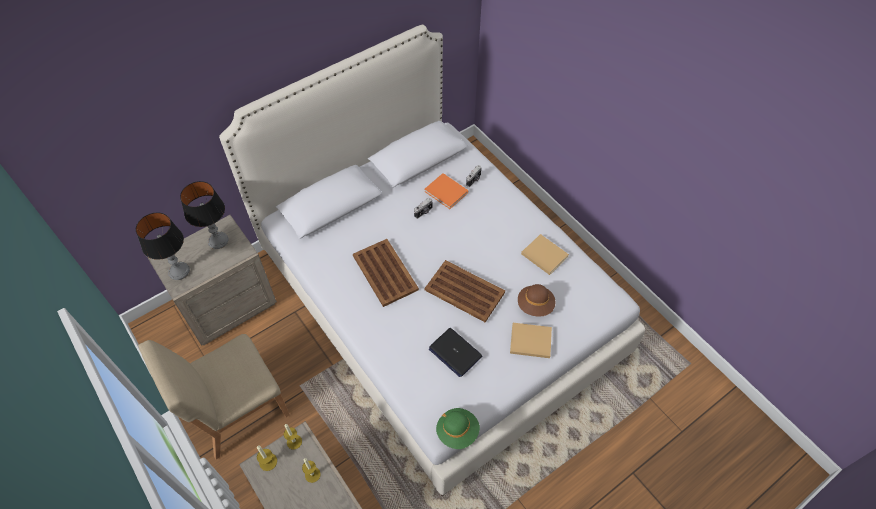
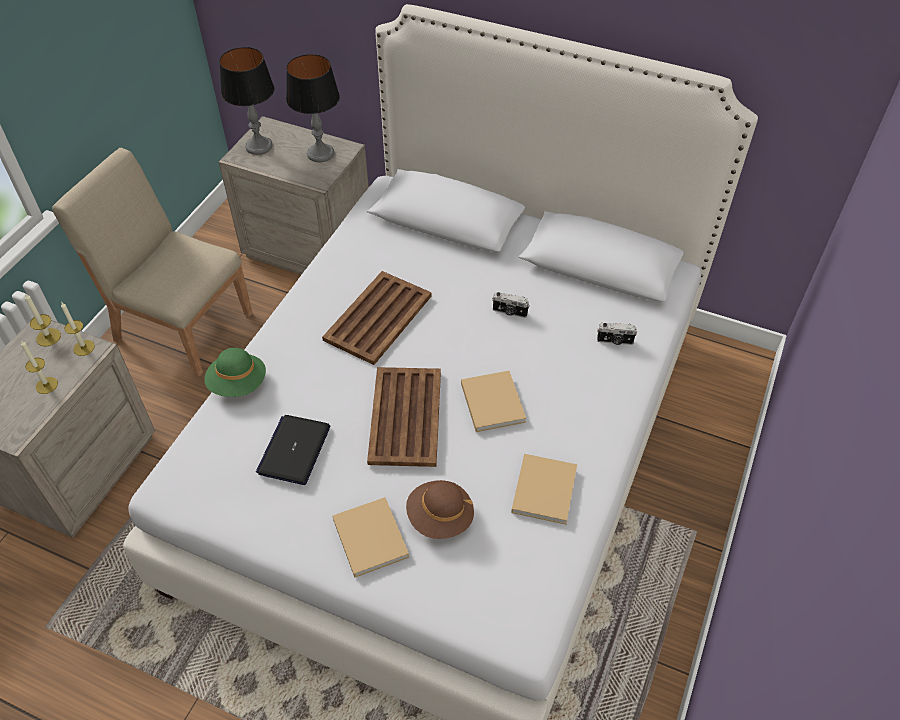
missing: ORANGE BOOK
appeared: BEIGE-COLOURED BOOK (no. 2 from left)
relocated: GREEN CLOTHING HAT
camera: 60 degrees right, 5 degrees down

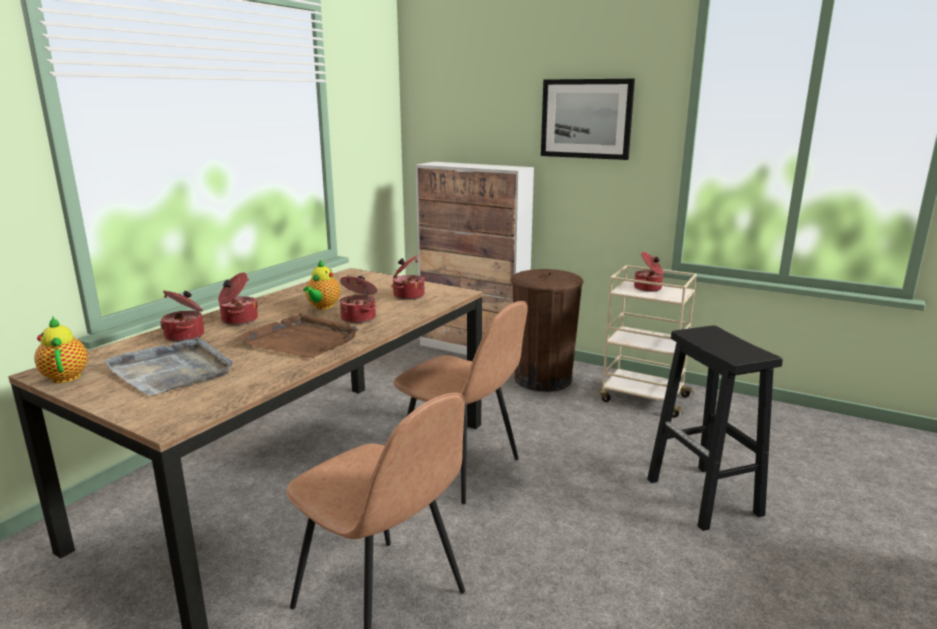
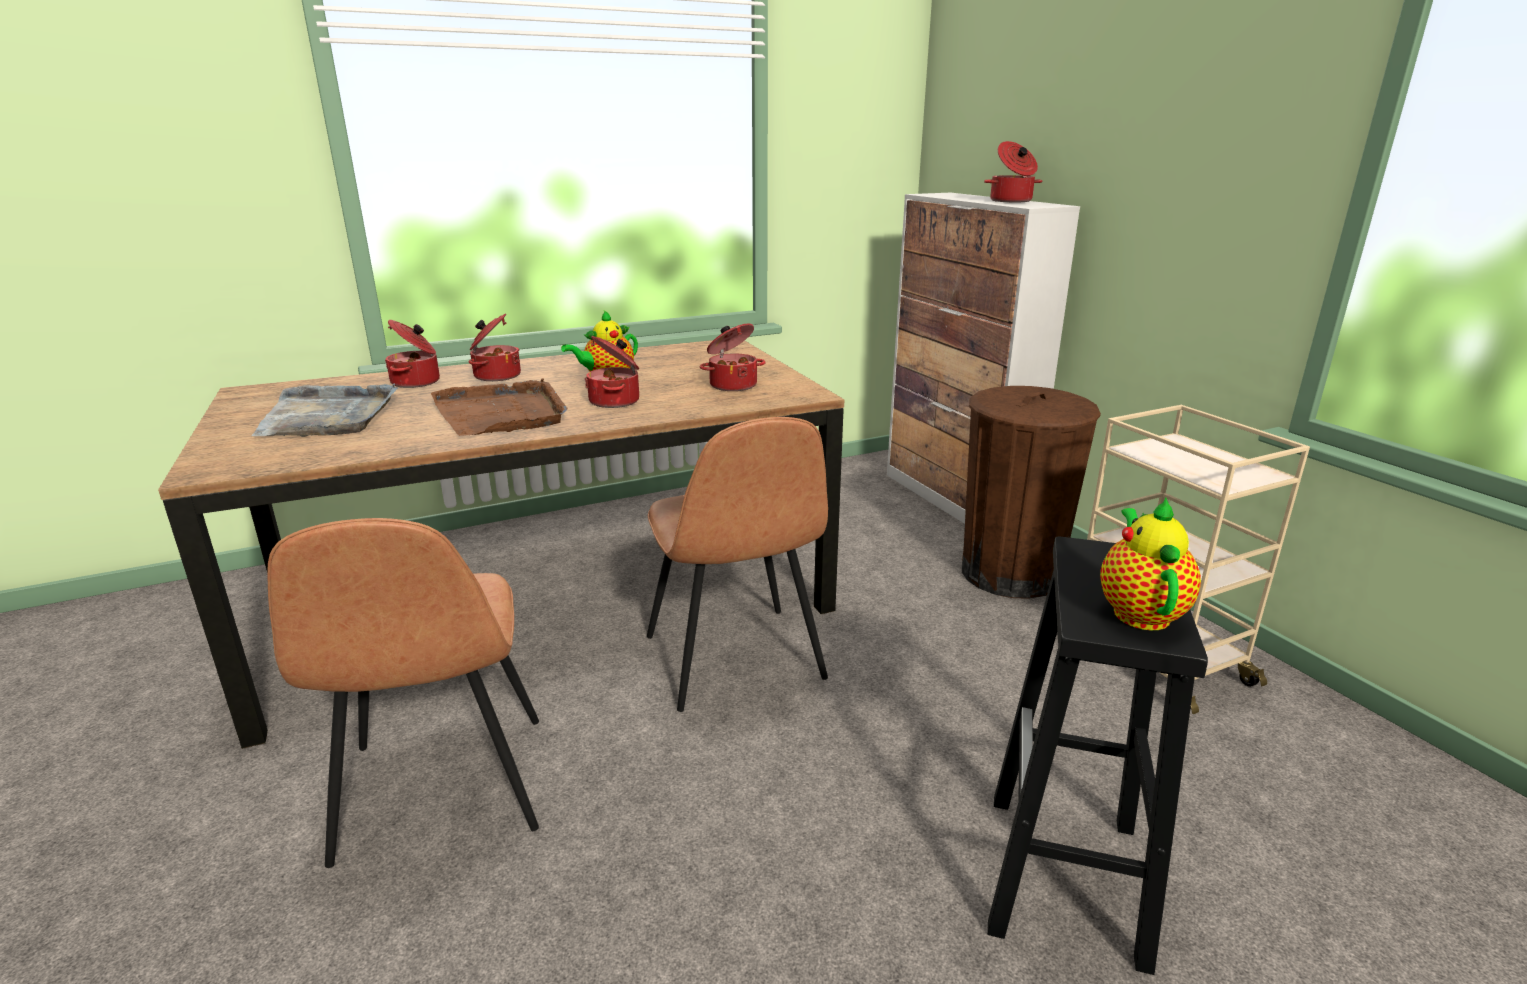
missing: WALL ART
relocated: SAUCEPOT (no. 5 from left); TEAPOT (no. 1 from left in the first image) to TEAPOT (no. 2 from left)
camera: 35 degrees right, 5 degrees up

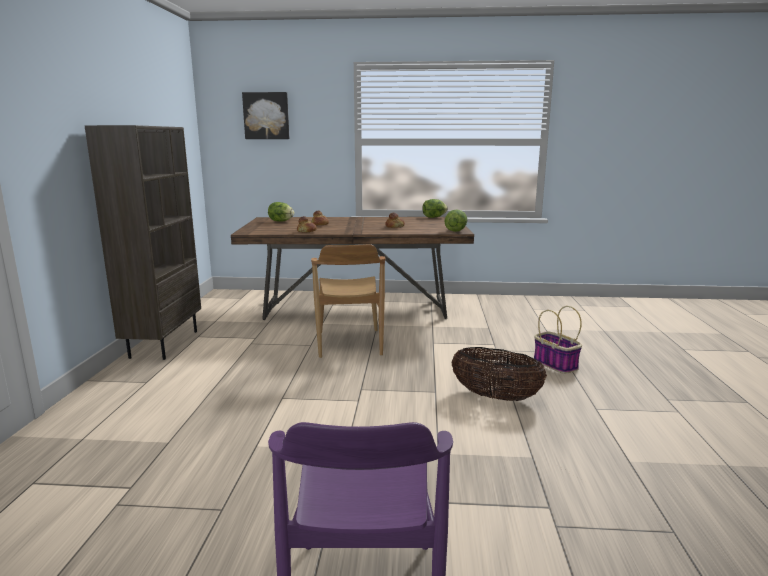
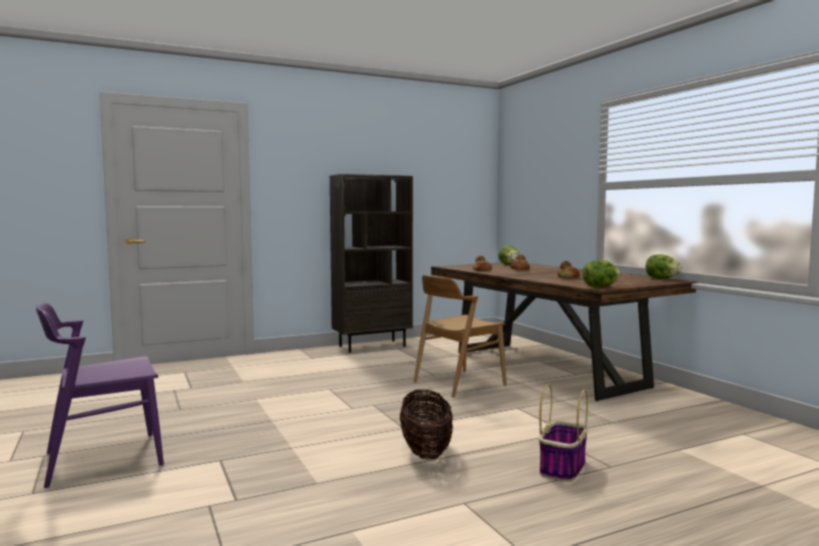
missing: WALL ART
camera: 60 degrees right, 10 degrees down

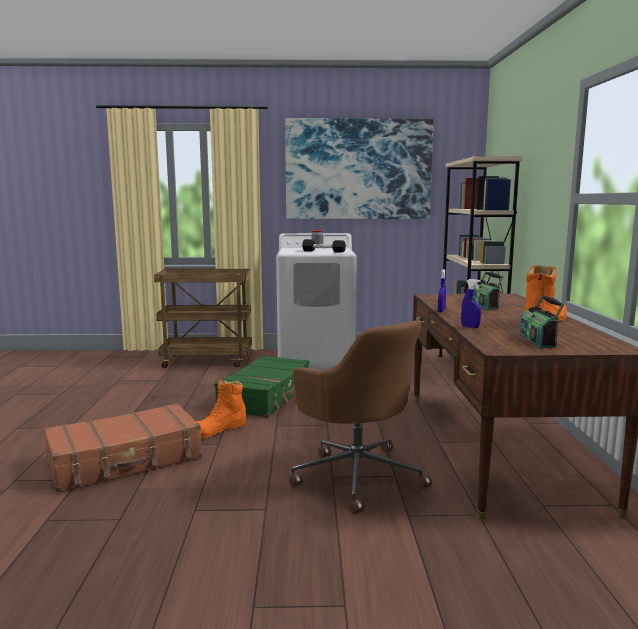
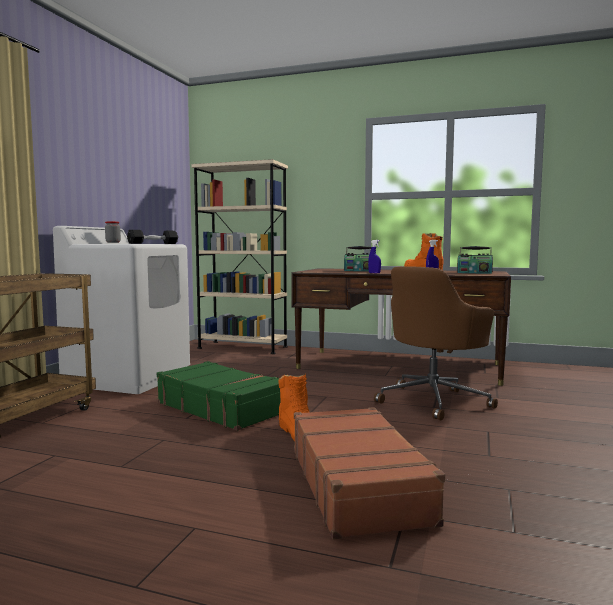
missing: WALL ART
spun: BROWNISH DESK CHAIR 150 degrees clockwise
camera: 70 degrees left, 5 degrees down

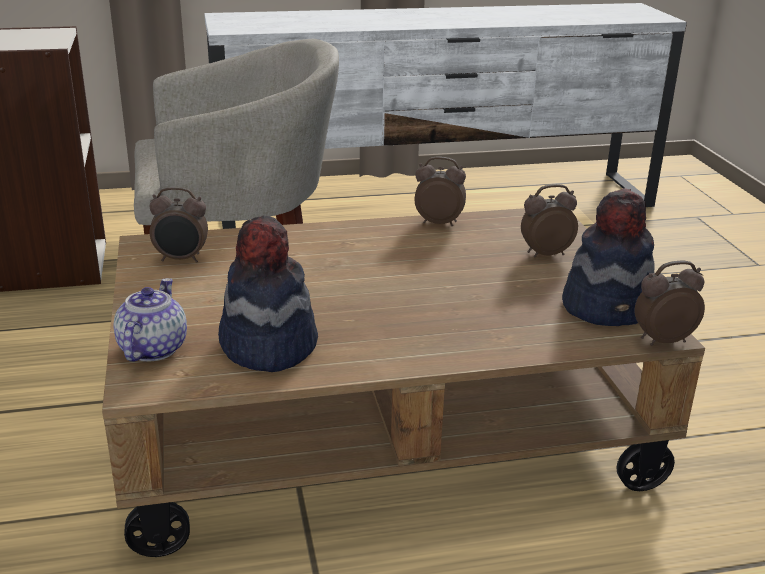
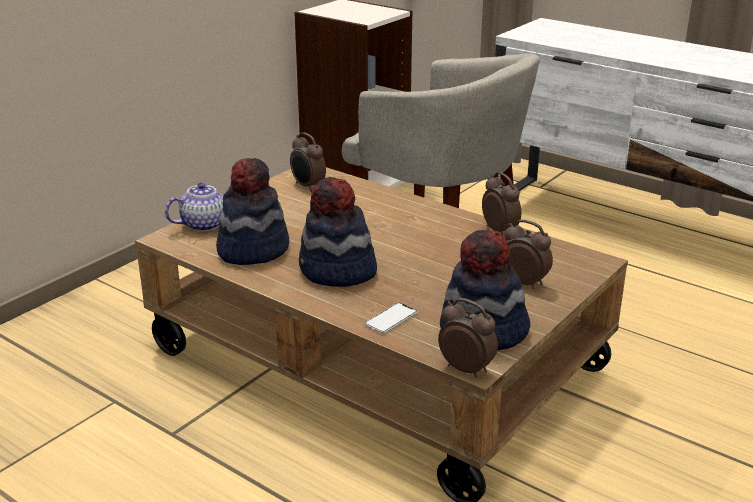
appeared: CLOTHING HAT (no. 2 from left); HANDSET
camera: 50 degrees right, 0 degrees up

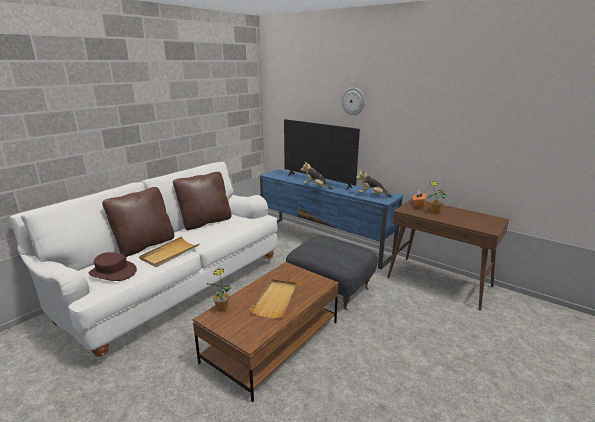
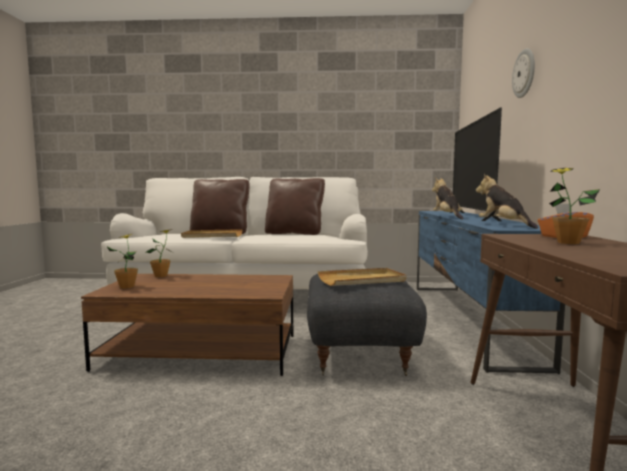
missing: BROWNISH CLOTHING HAT
appeared: PLANT IN A POT (no. 1 from left)
relocated: BEIGE-COLOURED CARRYING TRAY (no. 2 from left)
camera: 55 degrees right, 15 degrees down

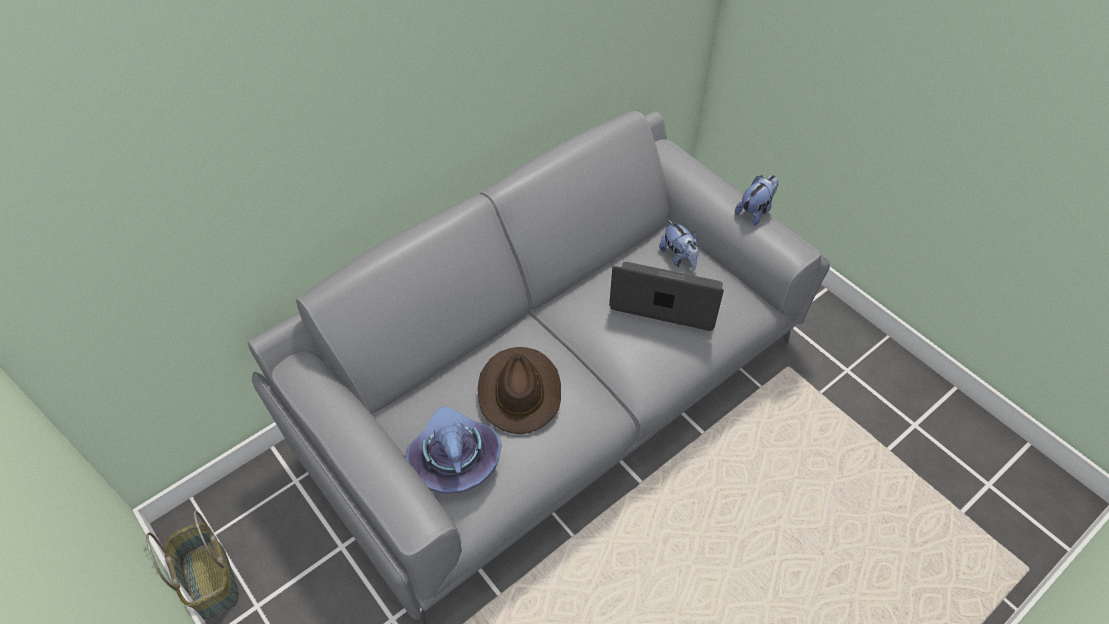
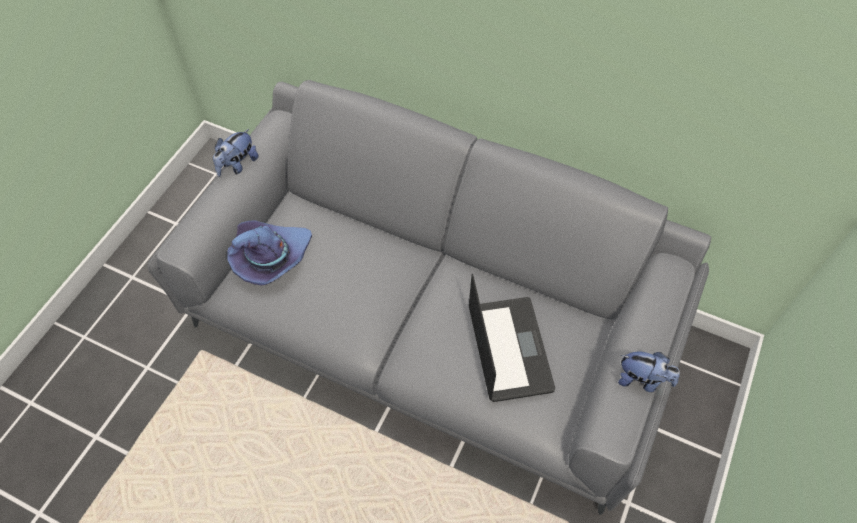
missing: STORAGE BASKET; BROWNISH CLOTHING HAT
relocated: PLUSH TOY (no. 1 from left)
camera: 65 degrees right, 5 degrees up

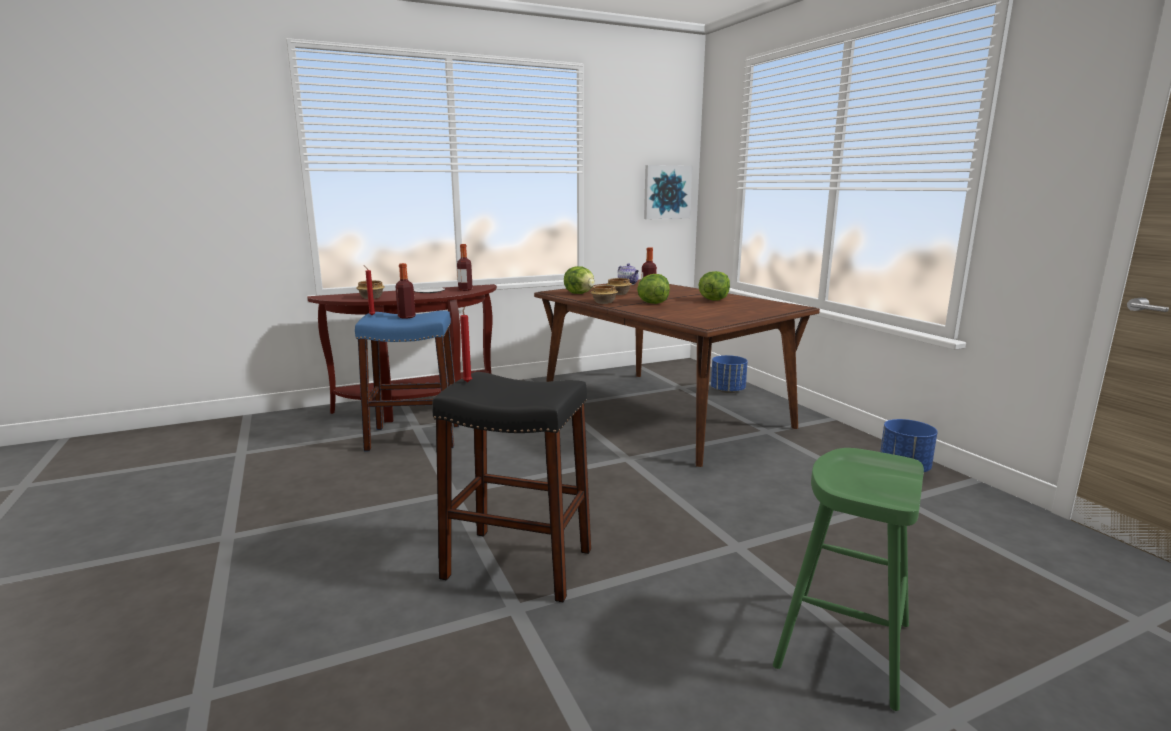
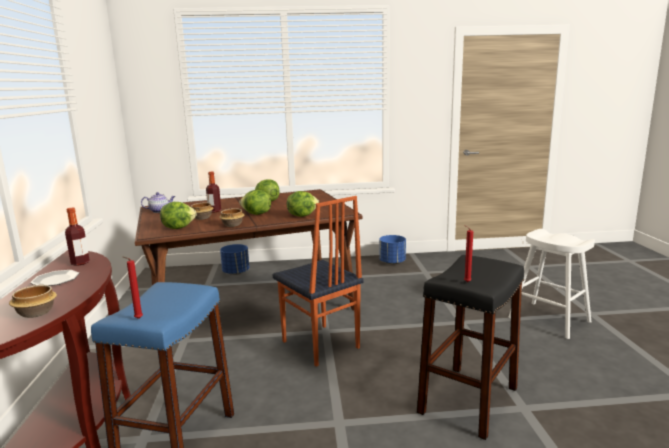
missing: BEVERAGE BOTTLE (no. 1 from left); WALL ART
appeared: PLAIN CHAIR; LETTUCE HEAD (no. 4 from left)
colour: GREEN STOOL SEAT to WHITE-COLOURED STOOL SEAT
camera: 70 degrees left, 0 degrees up

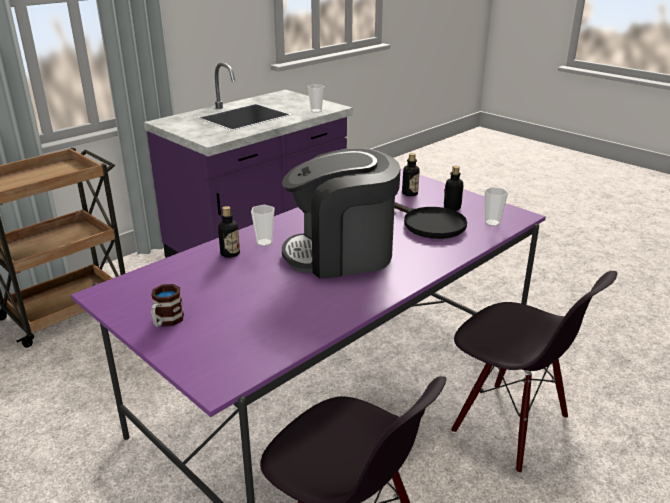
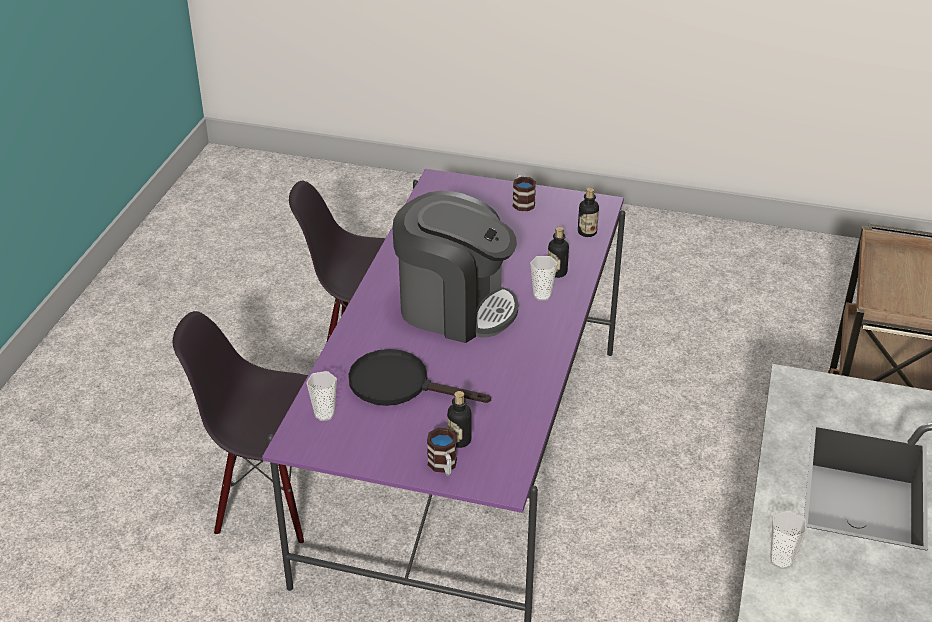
appeared: COFFEE MUG (no. 1 from left)
relocated: BEVERAGE BOTTLE (no. 3 from left)
spun: COFFEE MACHINE 60 degrees clockwise
camera: 150 degrees right, 10 degrees up

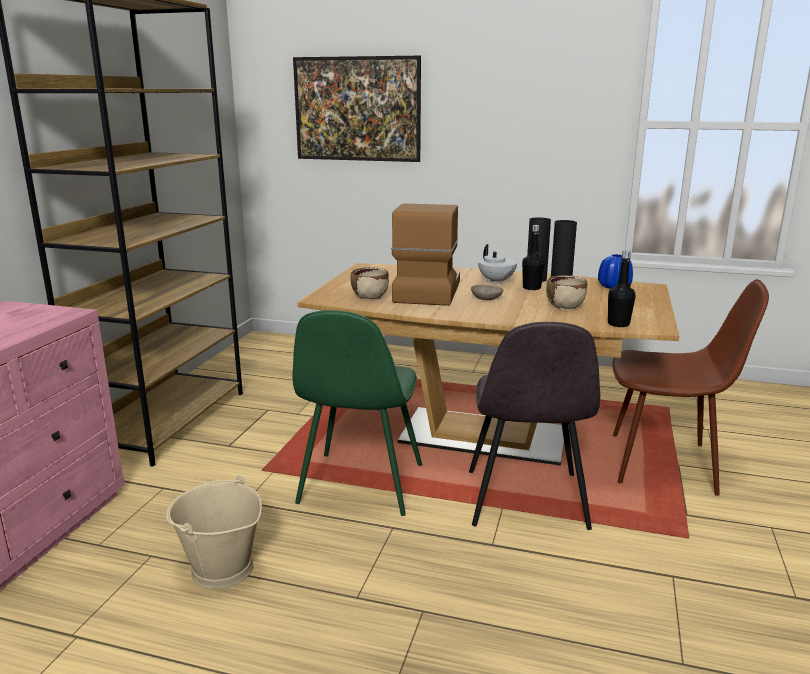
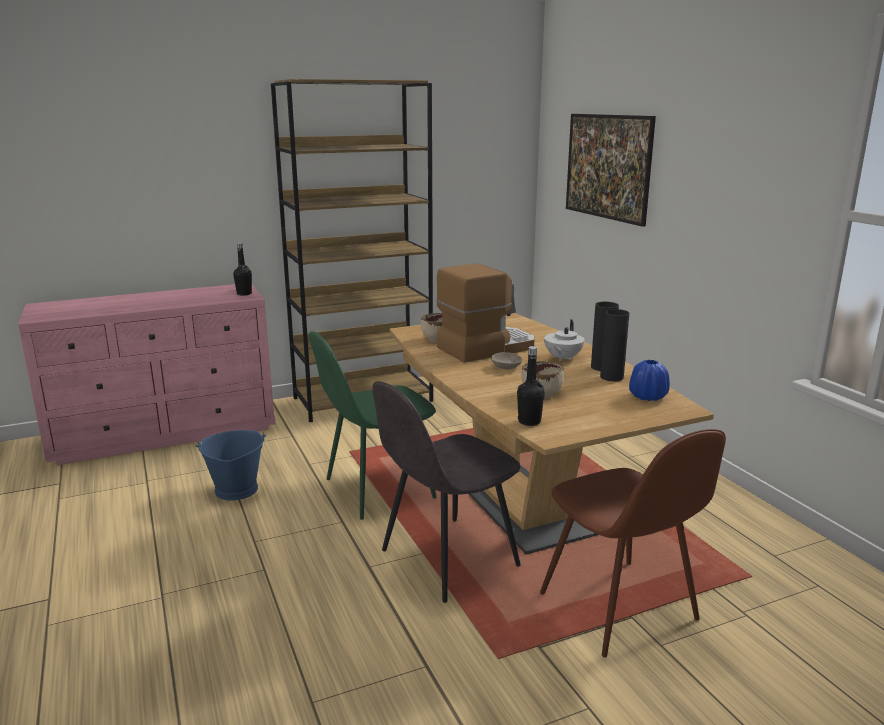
relocated: BLACKISH BEVERAGE BOTTLE (no. 1 from left)
colour: BEIGE-COLOURED BUCKET to BLUE-COLOURED BUCKET
camera: 50 degrees right, 0 degrees up

